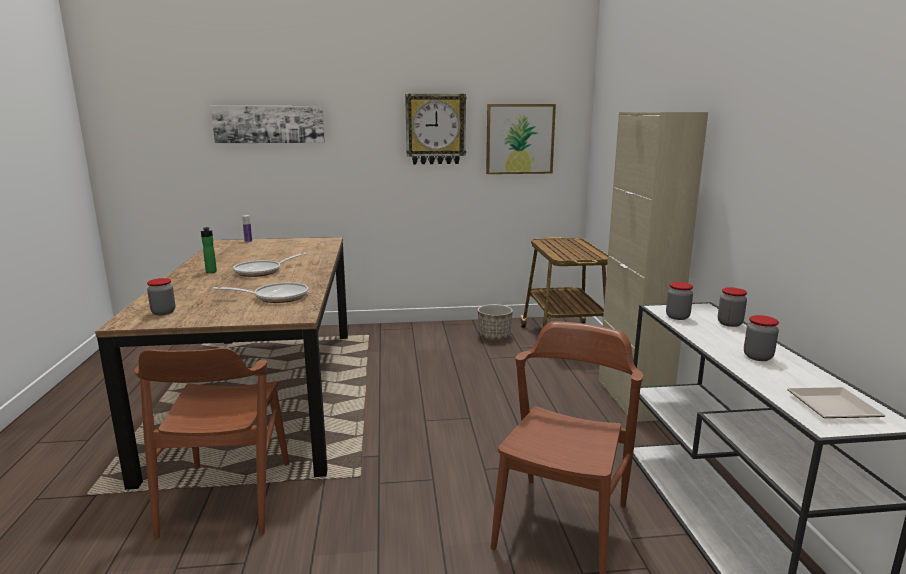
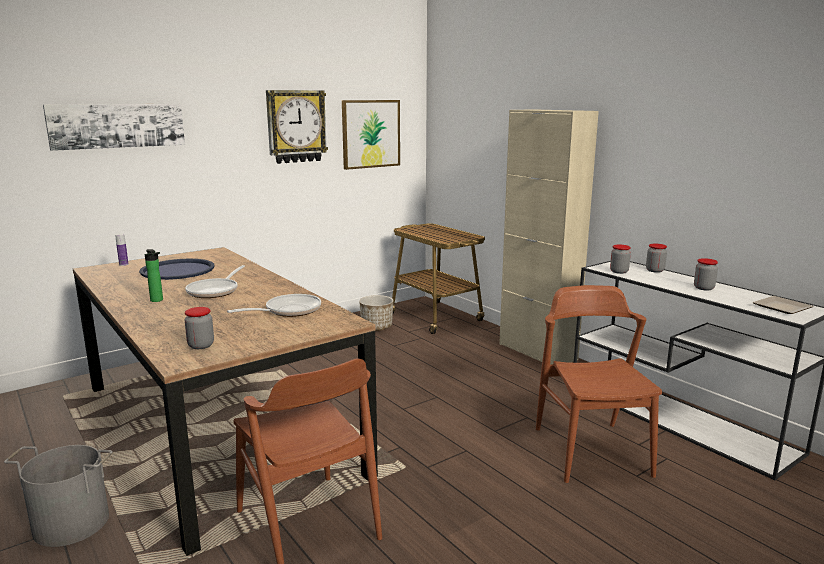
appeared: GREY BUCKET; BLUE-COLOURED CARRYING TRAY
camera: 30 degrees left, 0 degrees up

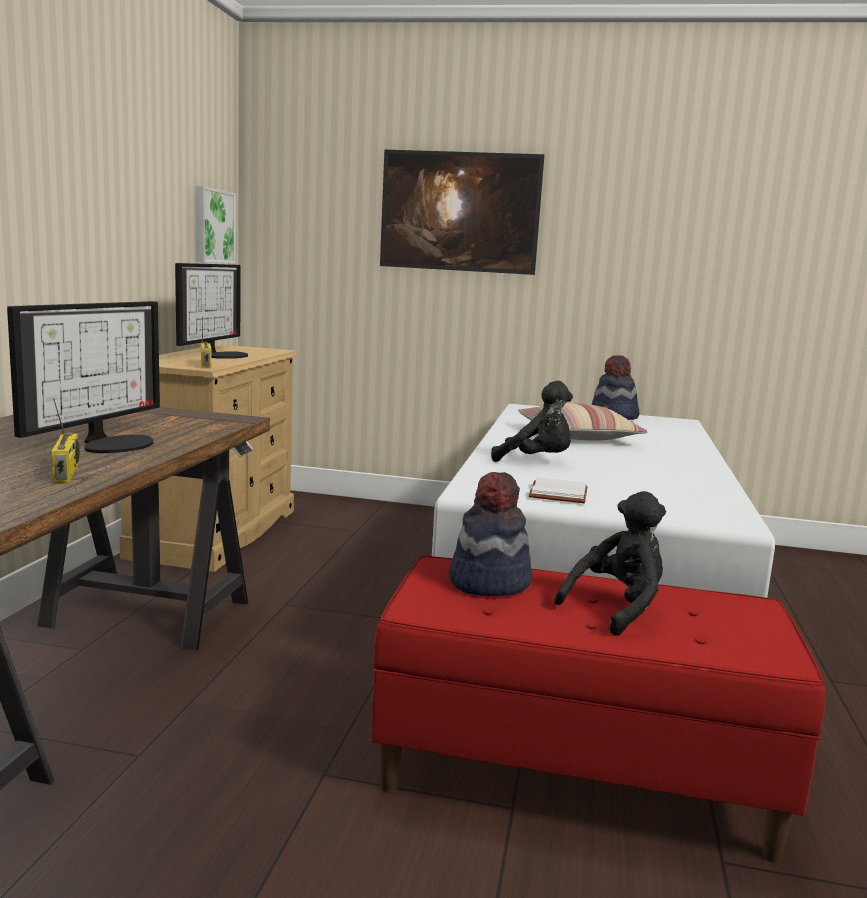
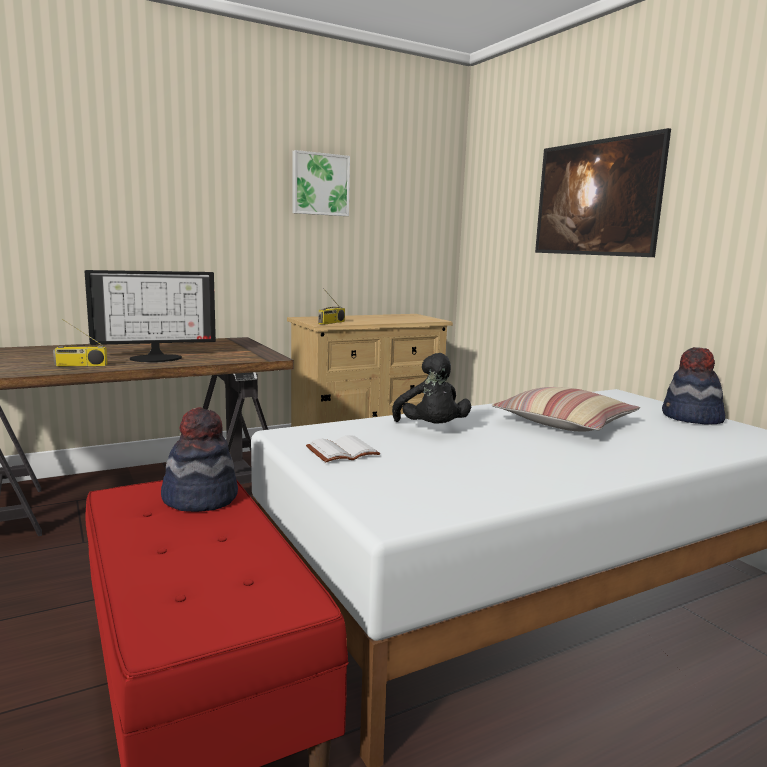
missing: COMPUTER DISPLAY (no. 2 from left); BLACKISH PLUSH TOY (no. 2 from left)
relocated: WALL ART (no. 1 from left)
spun: RADIO SET (no. 1 from left) 45 degrees clockwise
camera: 50 degrees right, 0 degrees up

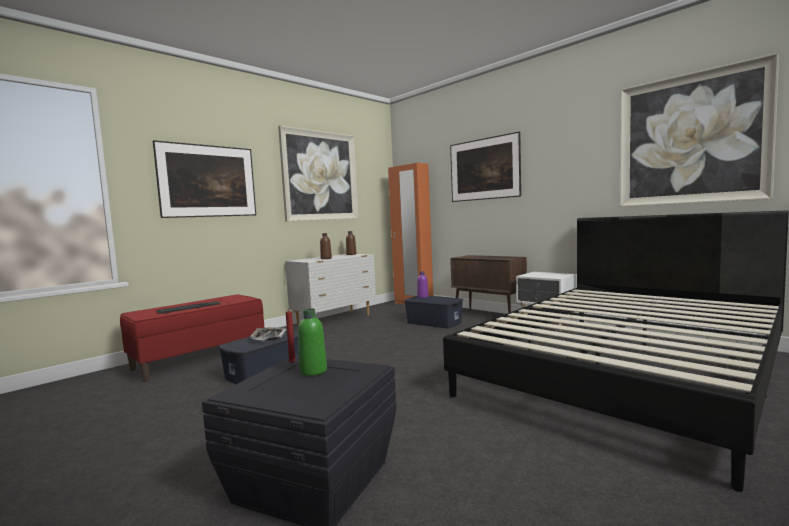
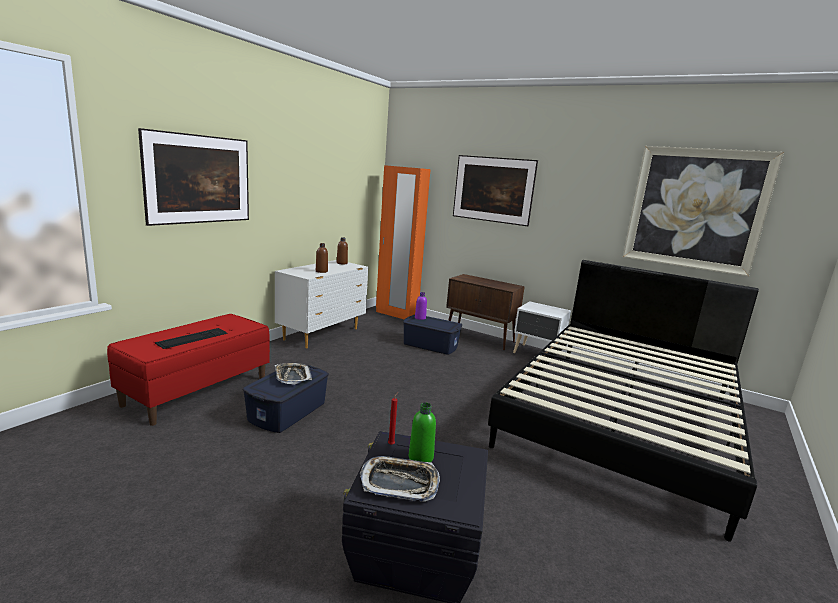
missing: WALL ART (no. 2 from left)
appeared: CARRYING TRAY (no. 2 from left)
camera: 15 degrees left, 10 degrees up

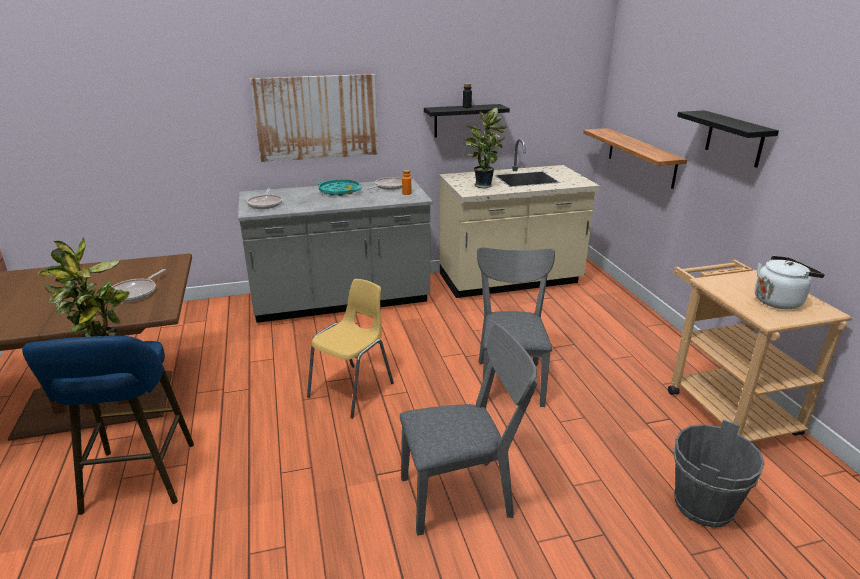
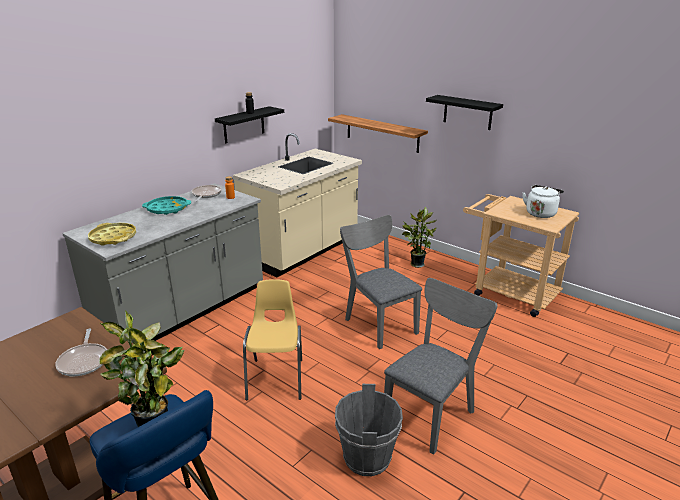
missing: WALL ART
relocated: GREY BUCKET; PLANT IN A POT (no. 2 from left)
exchanged: PAN (no. 2 from left) to YELLOWISH CARRYING TRAY
camera: 35 degrees left, 0 degrees up

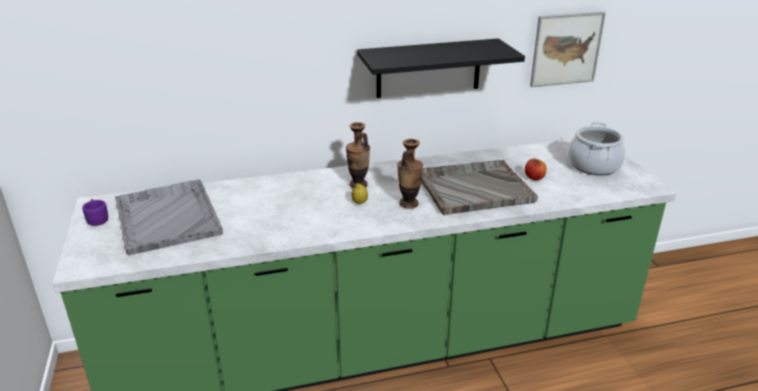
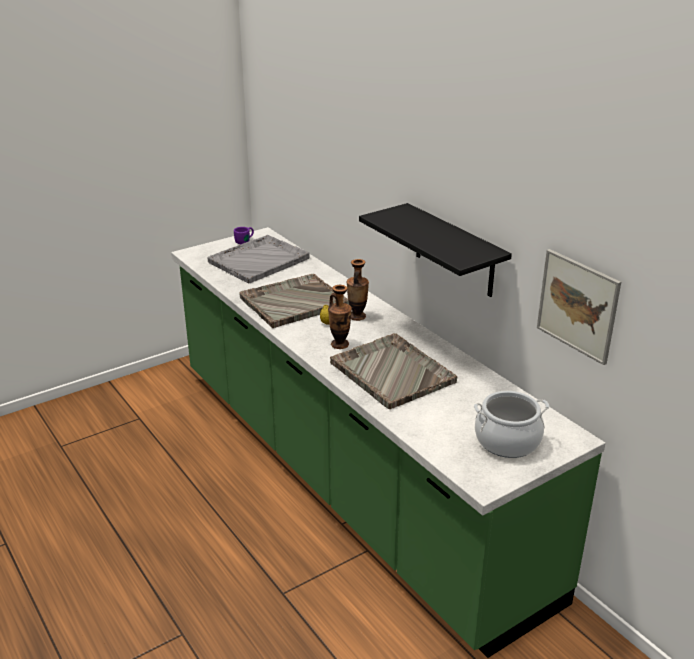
missing: APPLE FRUIT
appeared: GREY CARRYING TRAY (no. 2 from left)
camera: 70 degrees right, 0 degrees up

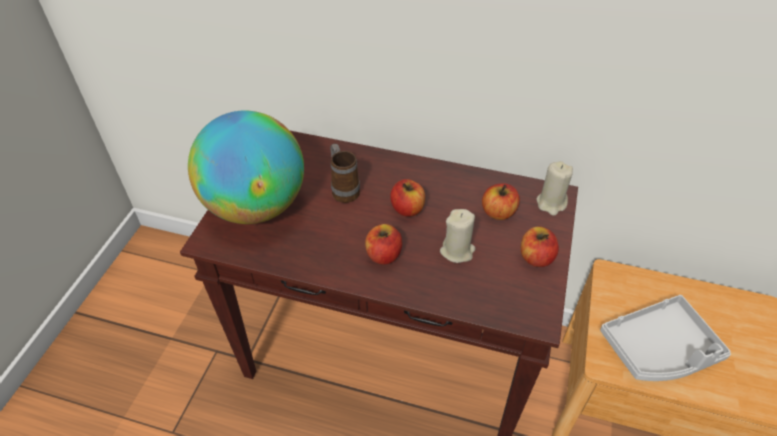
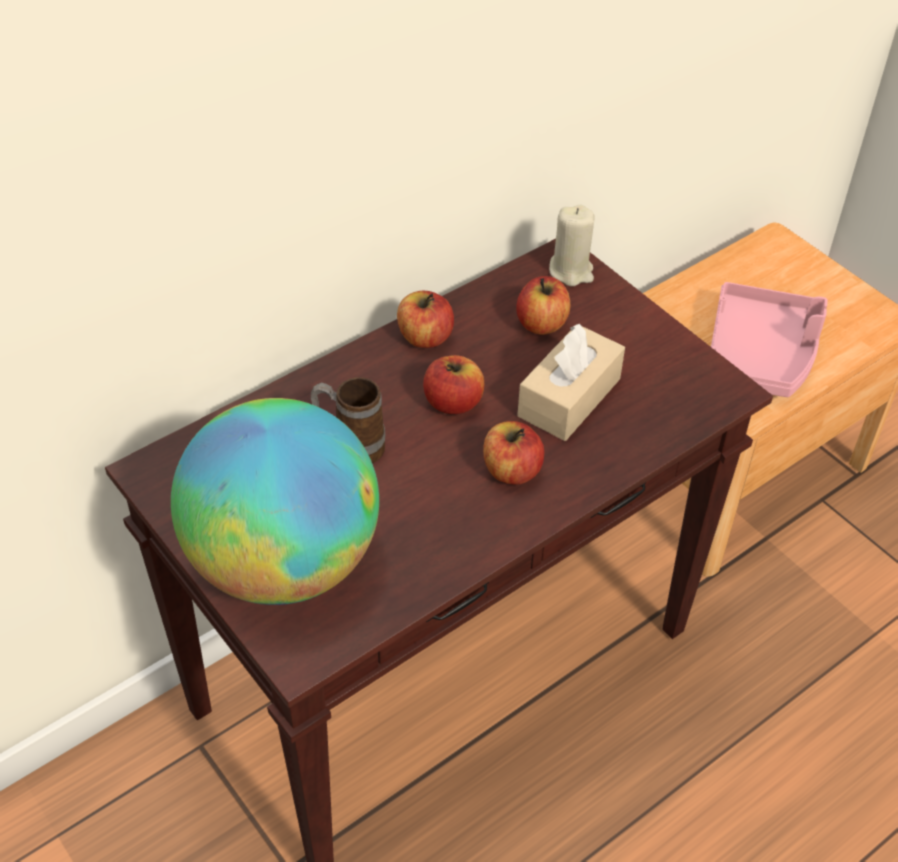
relocated: APPLE FRUIT (no. 4 from left in the first image) to APPLE FRUIT (no. 1 from left)
exchanged: BEIGE-COLOURED WAX CANDLE (no. 1 from left) to BEIGE-COLOURED TISSUE BOX
colour: GREY CARRYING TRAY to PINK CARRYING TRAY
camera: 55 degrees left, 0 degrees up

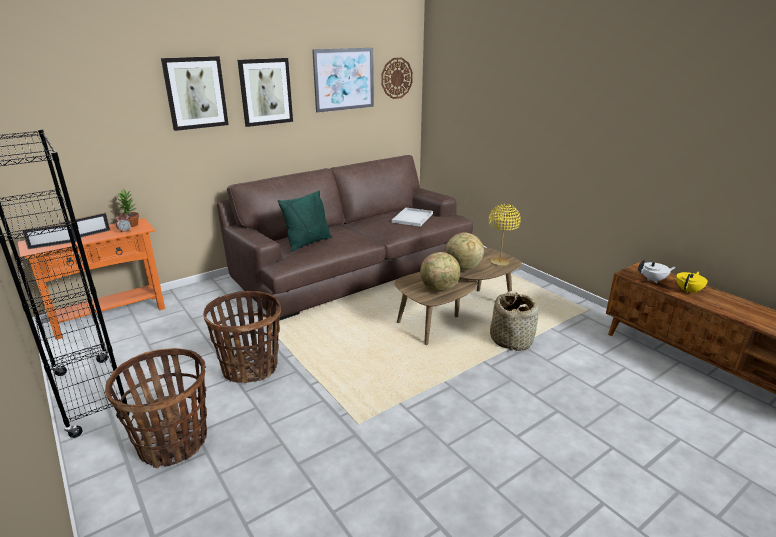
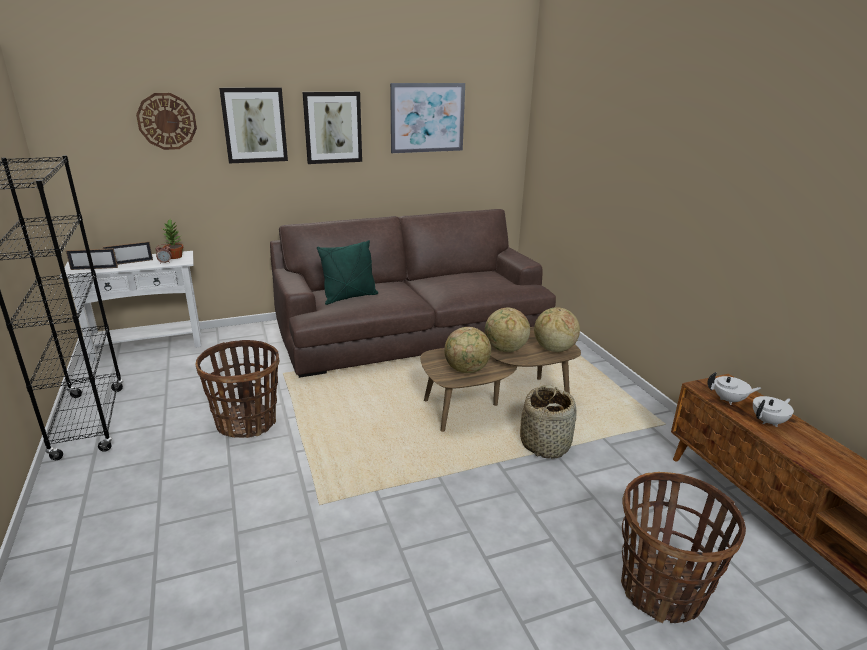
missing: WHITE-COLOURED CARRYING TRAY
relocated: WALL CLOCK; STORAGE BASKET (no. 1 from left in the first image) to STORAGE BASKET (no. 3 from left)
exchanged: YELLOWISH TABLETOP LAMP to WORLD GLOBE (no. 3 from left)
colour: ORANGE HALL TABLE to WHITE-COLOURED HALL TABLE; YELLOWISH TEAPOT to WHITE-COLOURED TEAPOT (no. 2 from left)
camera: 15 degrees right, 0 degrees up

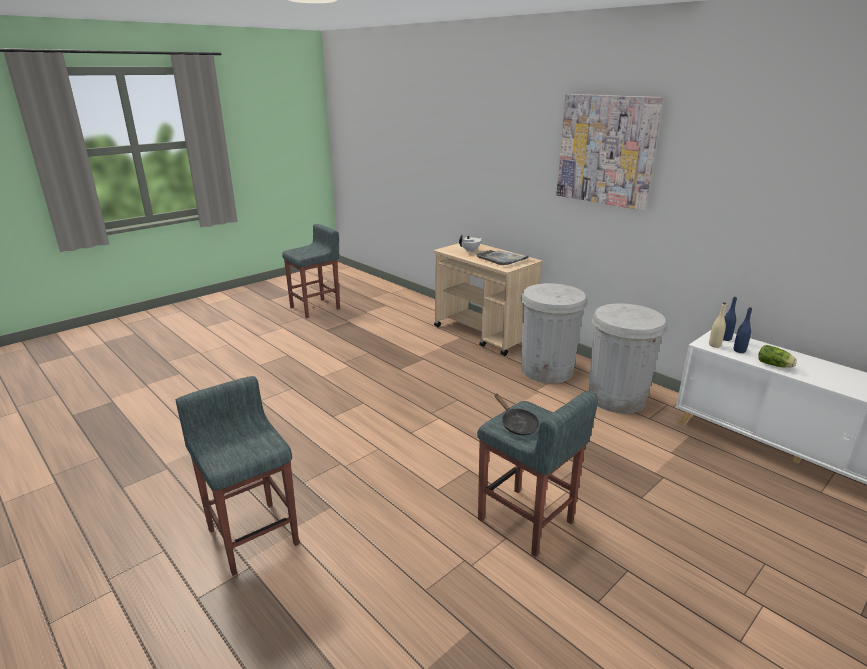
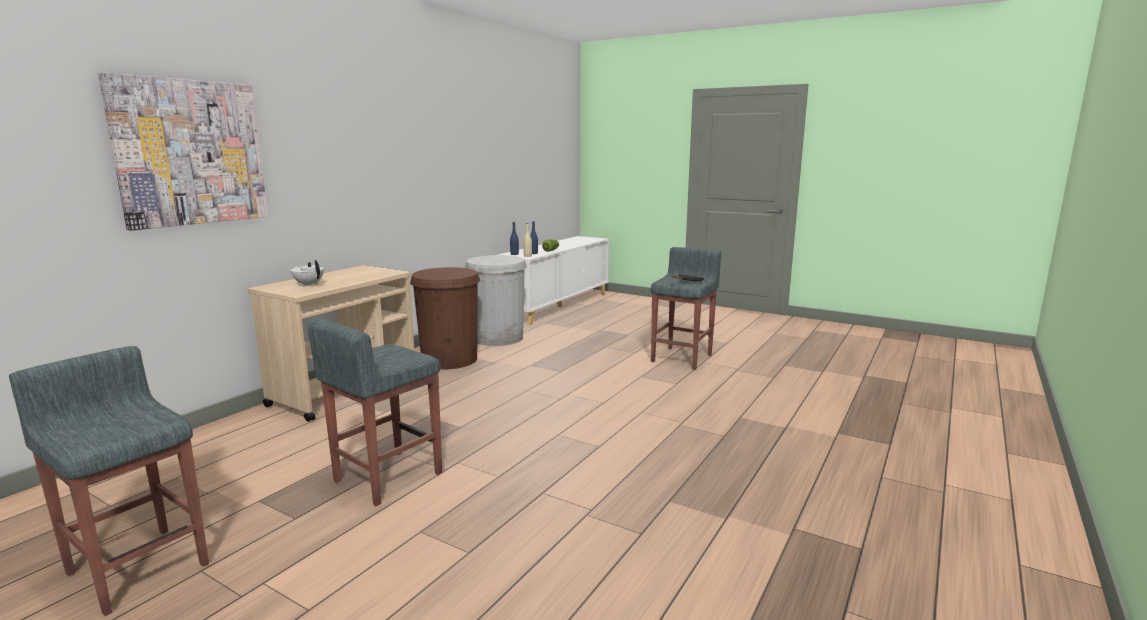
missing: GREY CARRYING TRAY
relocated: WALL ART; GREY STOOL SEAT (no. 1 from left in the first image) to GREY STOOL SEAT (no. 2 from left)
colour: WHITE-COLOURED TRASH CAN (no. 1 from left) to BROWNISH TRASH CAN
camera: 105 degrees left, 10 degrees down

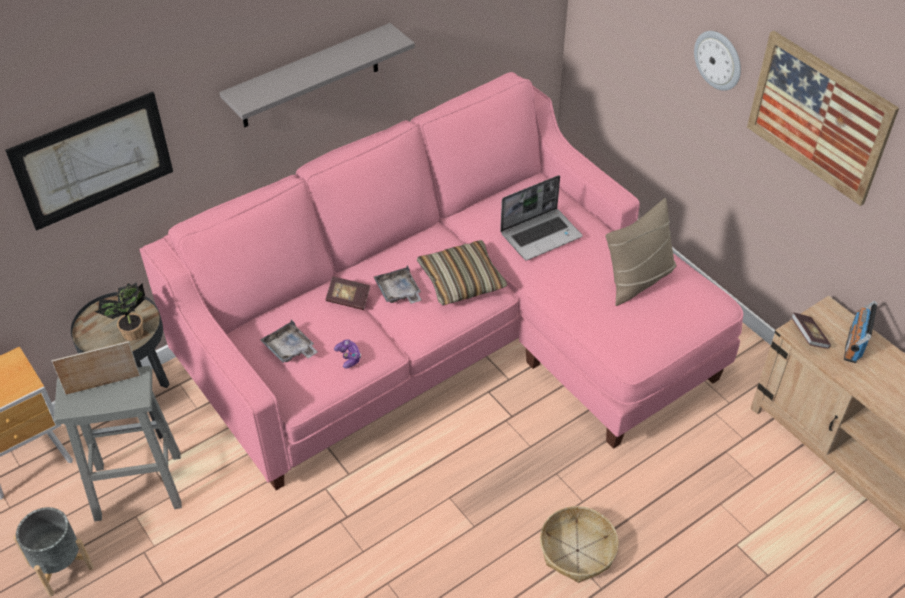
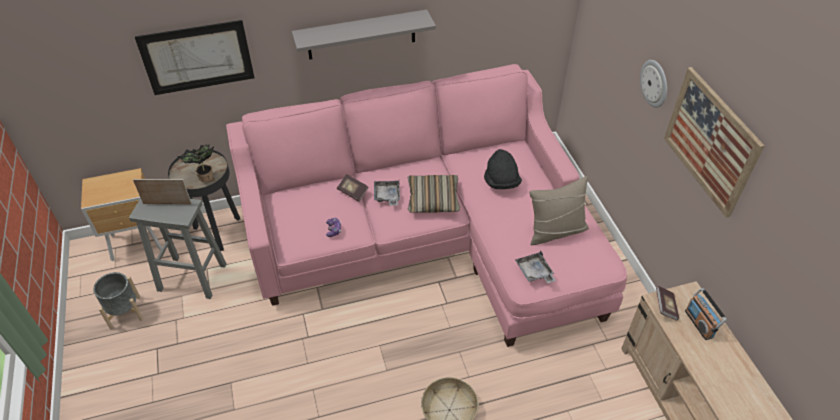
relocated: GREY CARRYING TRAY (no. 1 from left in the first image) to GREY CARRYING TRAY (no. 2 from left)
exchanged: PORTABLE COMPUTER to BLACKISH CLOTHING HAT
spun: RADIO SET 60 degrees counterclockwise
camera: 20 degrees right, 0 degrees up

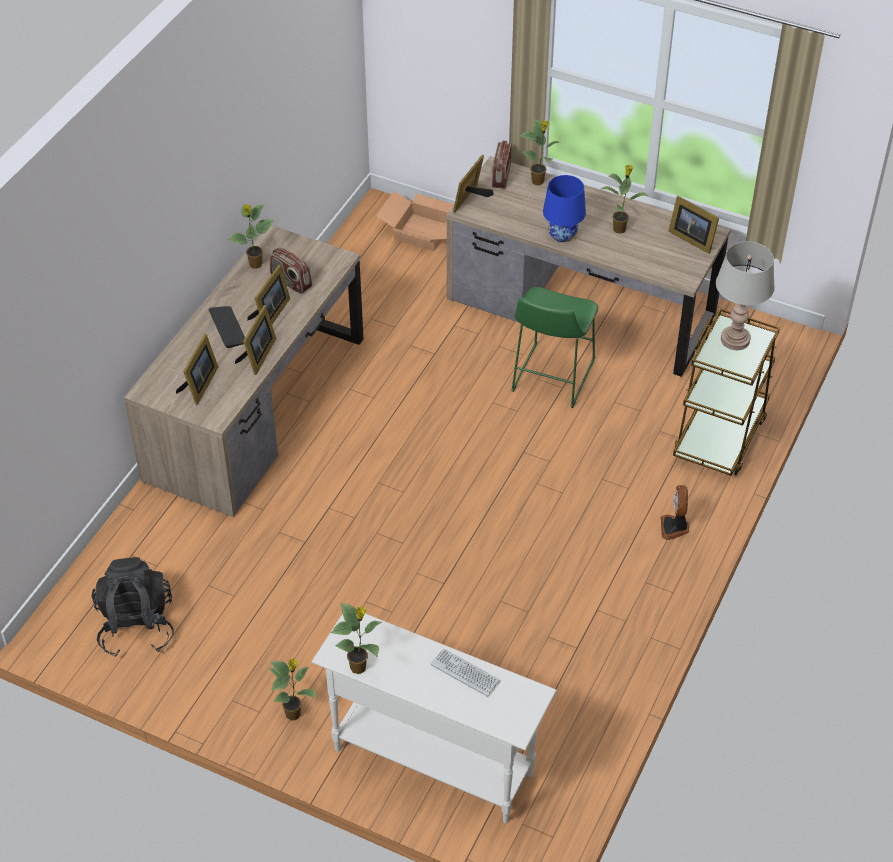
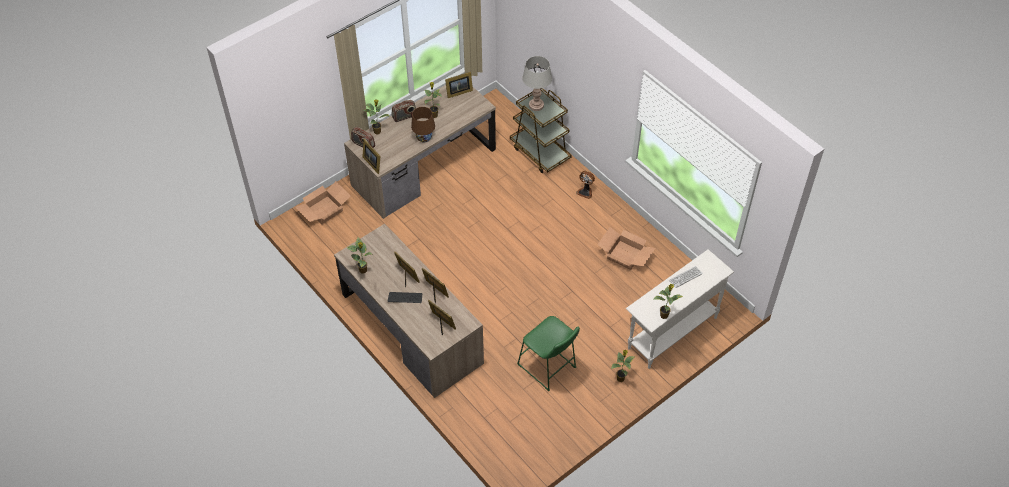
missing: BLACKISH RUCKSACK
appeared: CARTON (no. 2 from left)
relocated: RADIO SET (no. 1 from left in the first image) to RADIO SET (no. 2 from left); GREEN STOOL SEAT
colour: BLUE-COLOURED TABLETOP LAMP to BROWNISH TABLETOP LAMP
camera: 65 degrees left, 5 degrees up

